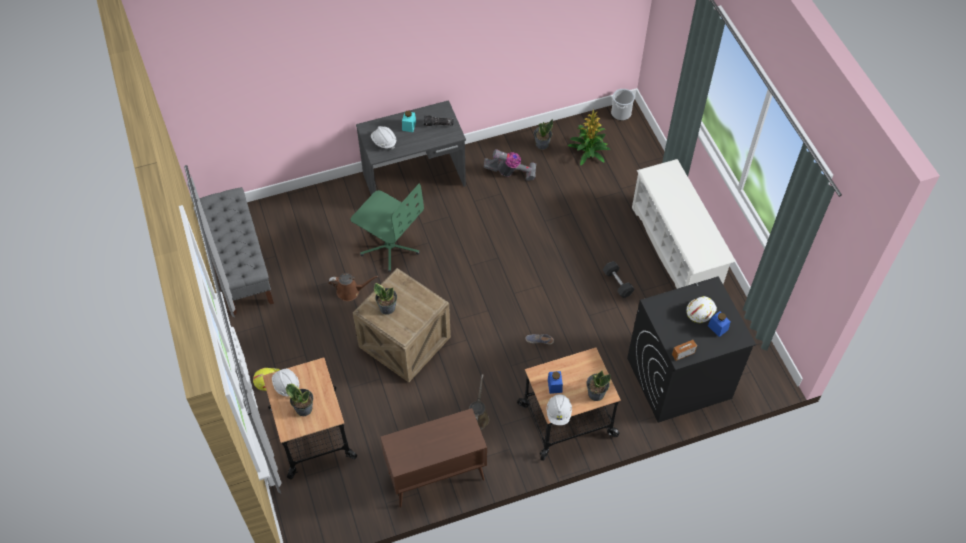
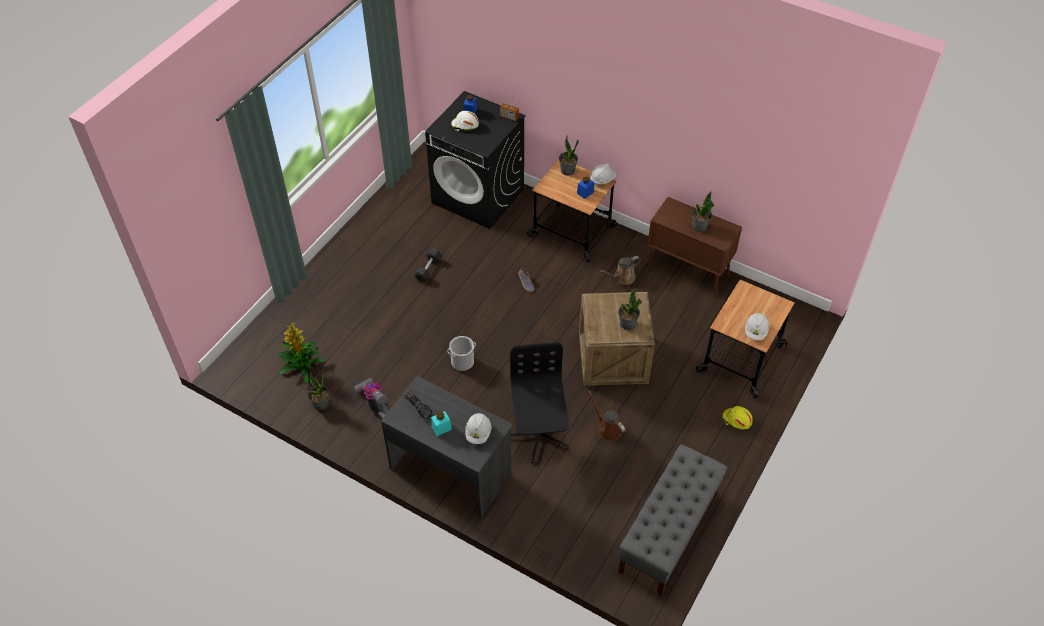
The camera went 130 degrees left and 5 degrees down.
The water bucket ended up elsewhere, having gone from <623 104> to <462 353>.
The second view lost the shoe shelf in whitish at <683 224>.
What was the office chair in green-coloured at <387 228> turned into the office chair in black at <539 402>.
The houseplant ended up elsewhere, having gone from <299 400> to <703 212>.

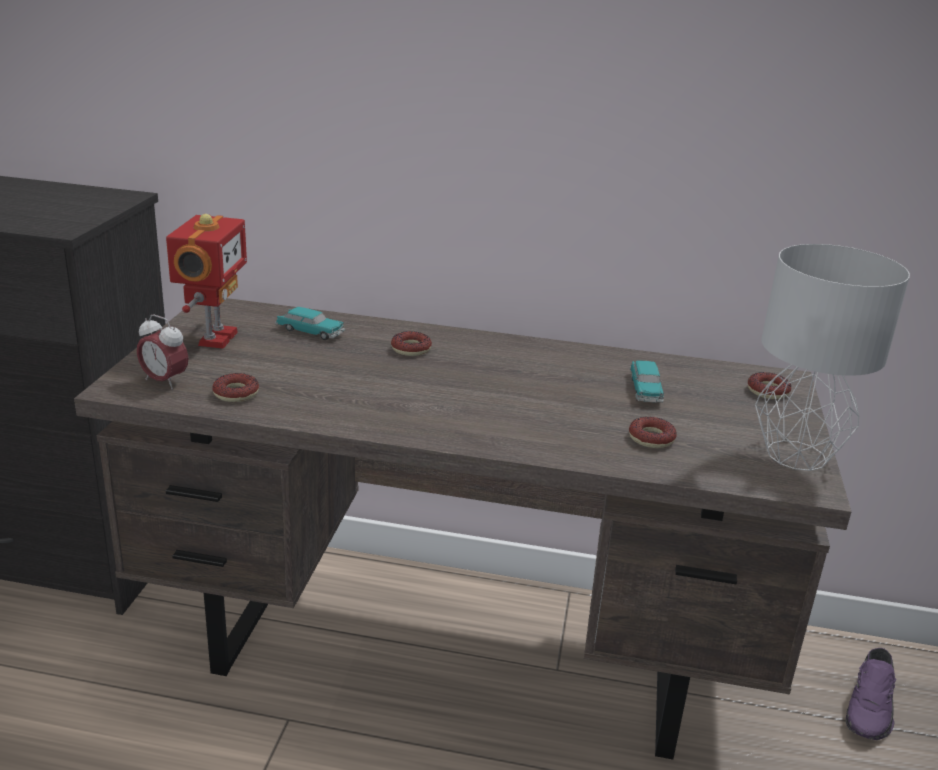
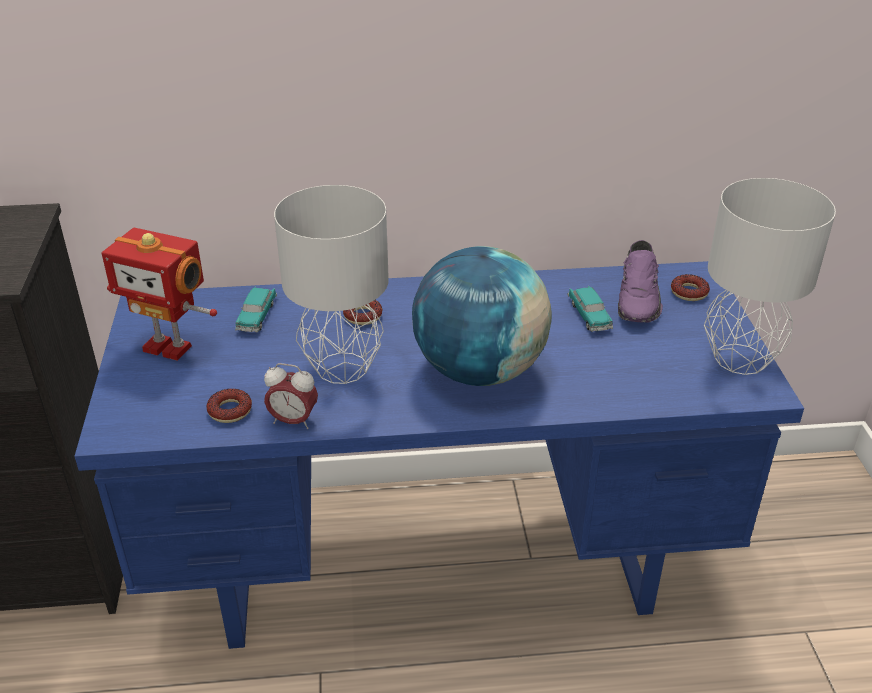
The camera went 15 degrees left and 10 degrees up.
The model robot at <206 281> ended up facing another way, 120 degrees clockwise from before.
What was the desk table in brown at <462 529> turned into the desk table in bluish at <439 455>.
The toy car at <310 323> ended up facing another way, 90 degrees clockwise from before.
The bedside clock ended up elsewhere, having gone from <163 352> to <291 396>.
The second view lost the donut at <653 432>.
The item of footwear in purplish ended up elsewhere, having gone from <871 694> to <640 281>.
The second view gained the tabletop lamp in grey at <331 284>.
The second view gained the desk globe at <482 316>.

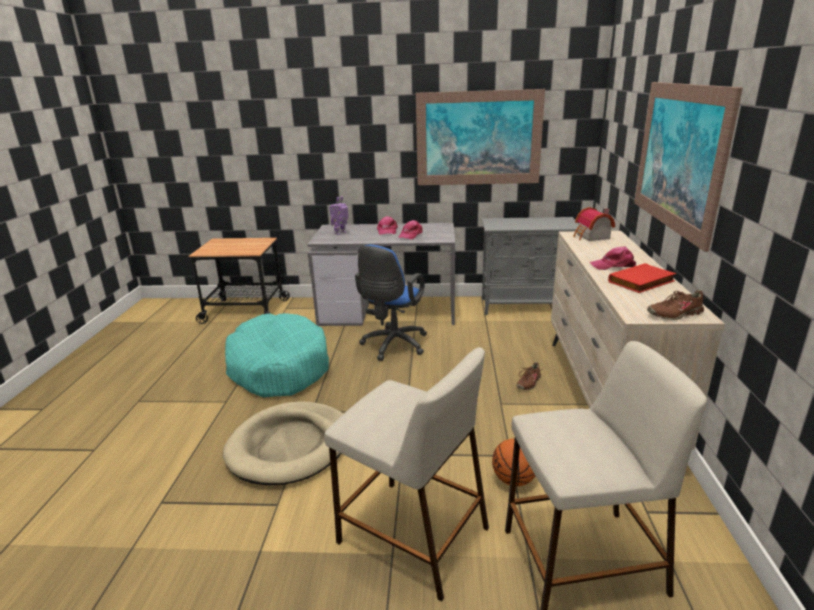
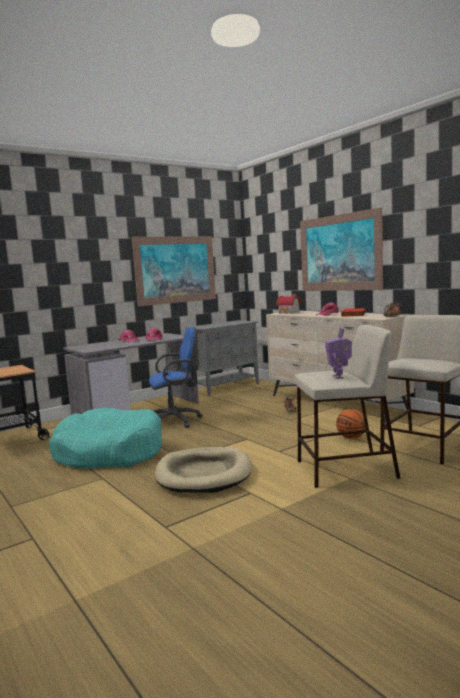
The camera went 40 degrees left and 15 degrees down.
The model robot ended up elsewhere, having gone from <338 215> to <338 353>.
The office chair in bluish at <391 303> ended up facing another way, 90 degrees counterclockwise from before.

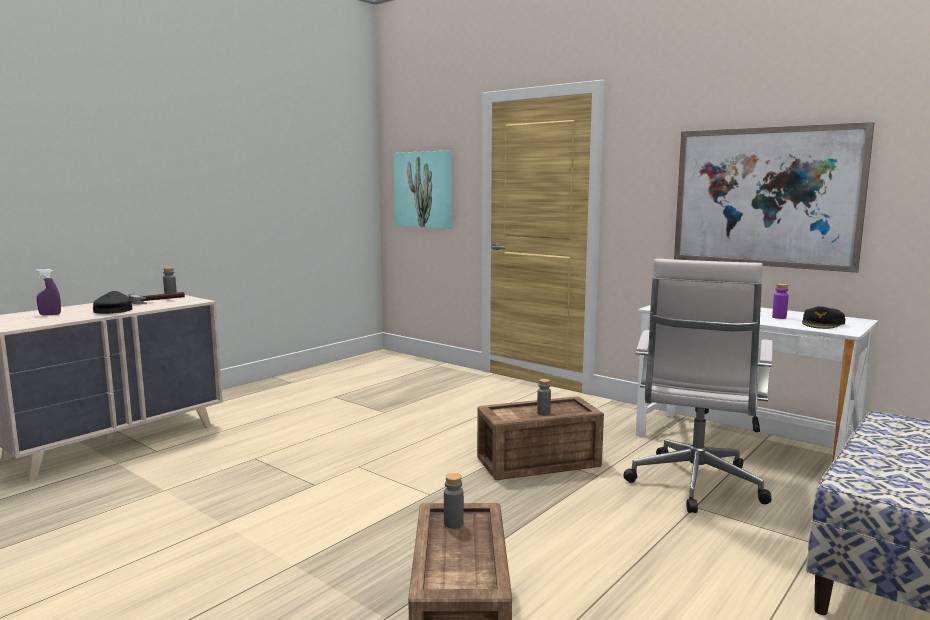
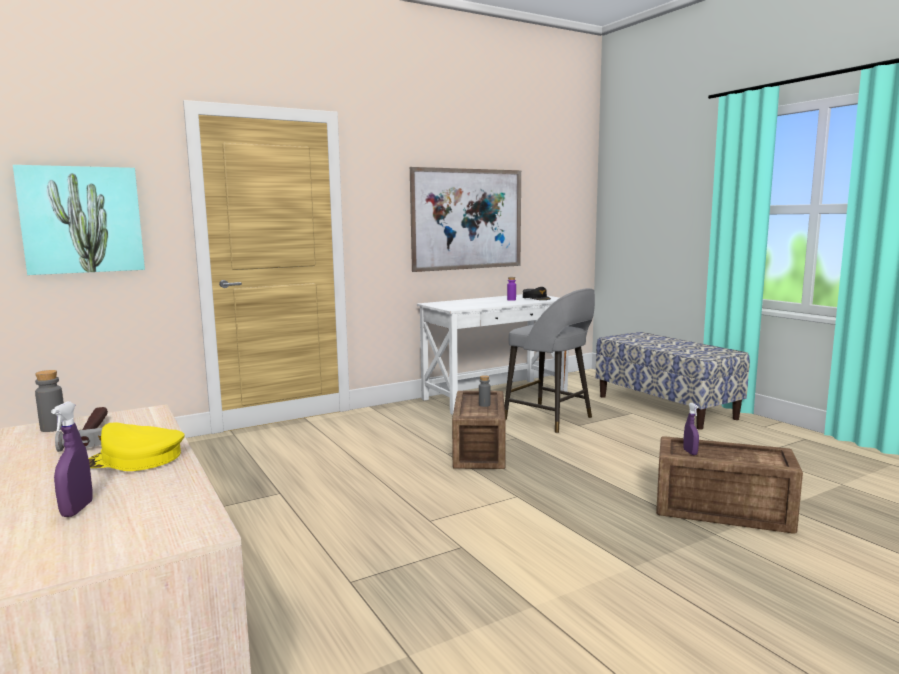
The camera went 70 degrees left and 0 degrees up.
Where the office chair in whitish stood at <698 386>, the stool in grey came to stand at <550 360>.
What was the peaked cap in black at <112 302> turned into the peaked cap in yellowish at <136 446>.
Where the bottle in grey stood at <454 501>, the hand sprayer in purplish came to stand at <691 429>.

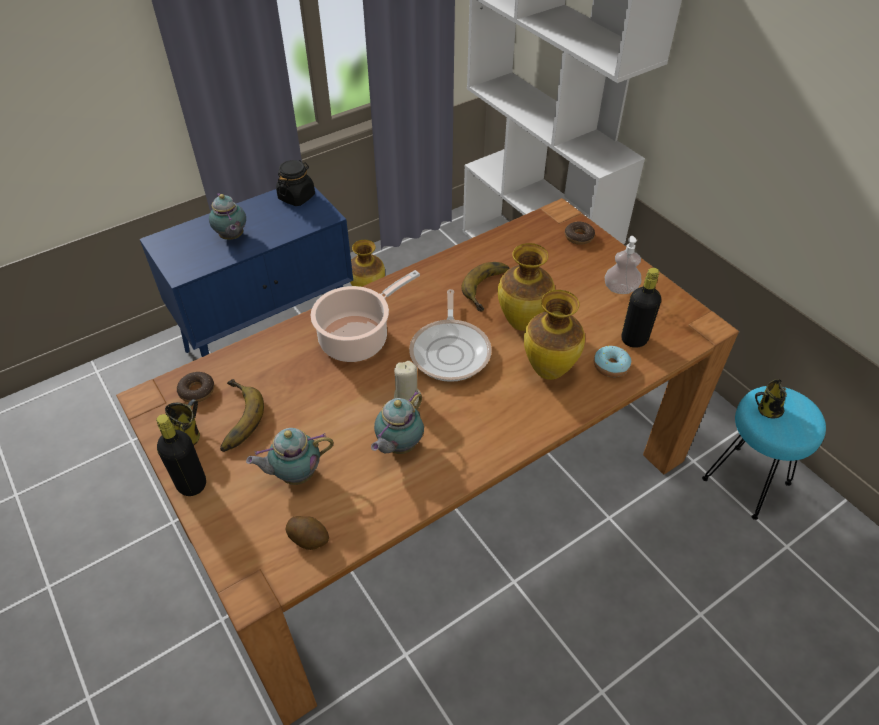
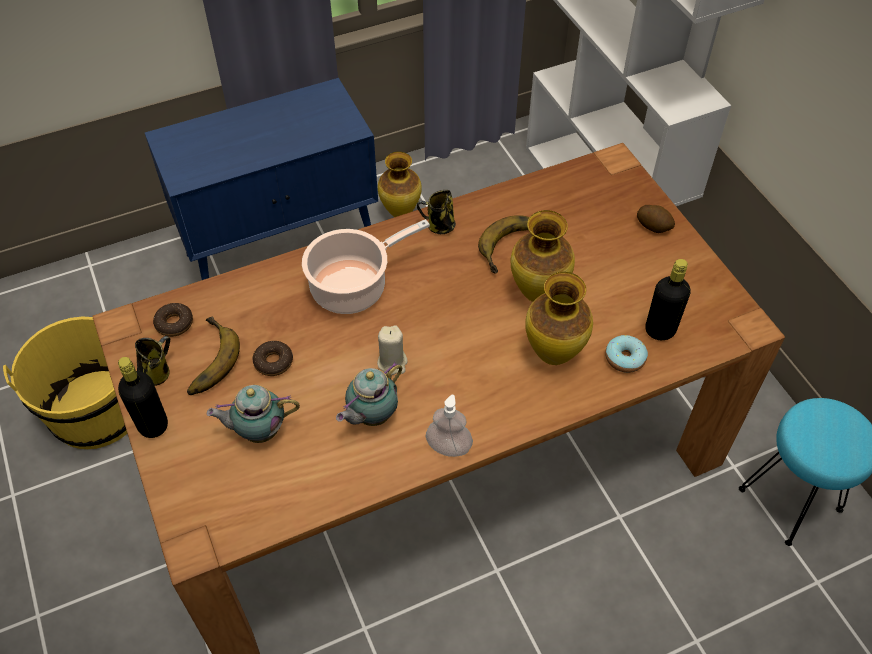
The camera went 10 degrees right and 5 degrees up.
The second view lost the jar in black at <295 183>.
The second view lost the tea pot at <227 216>.
The donut ended up elsewhere, having gone from <580 233> to <273 358>.
The liquid soap bottle ended up elsewhere, having gone from <623 265> to <449 426>.
The second view lost the skillet at <450 335>.
The tea mug ended up elsewhere, having gone from <771 399> to <436 212>.
The spud ended up elsewhere, having gone from <307 533> to <656 219>.
The second view gained the water bucket in yellowish at <65 382>.

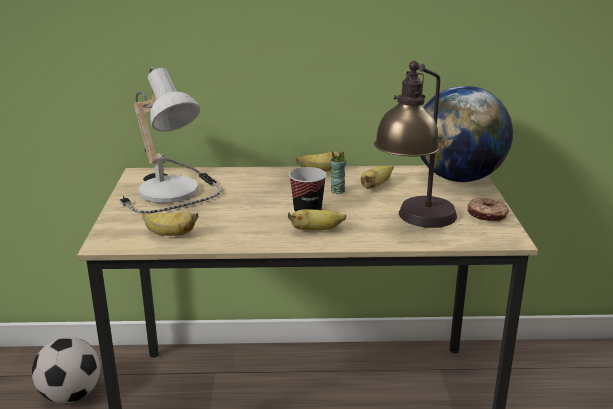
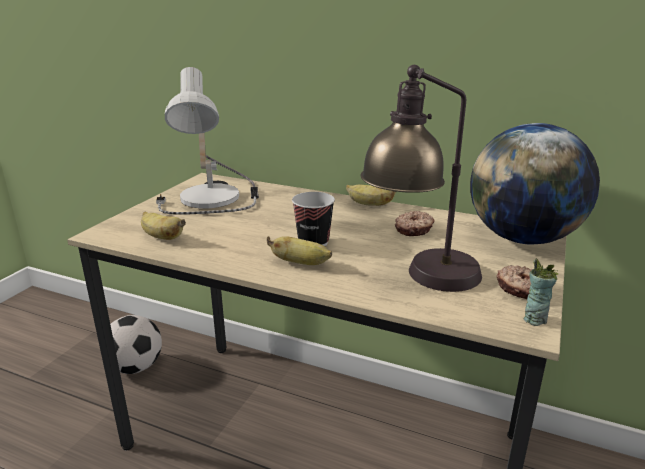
The camera went 25 degrees right and 0 degrees up.
The drinking cup ended up elsewhere, having gone from <338 172> to <541 292>.
Where the banana stood at <377 177>, the donut came to stand at <415 223>.

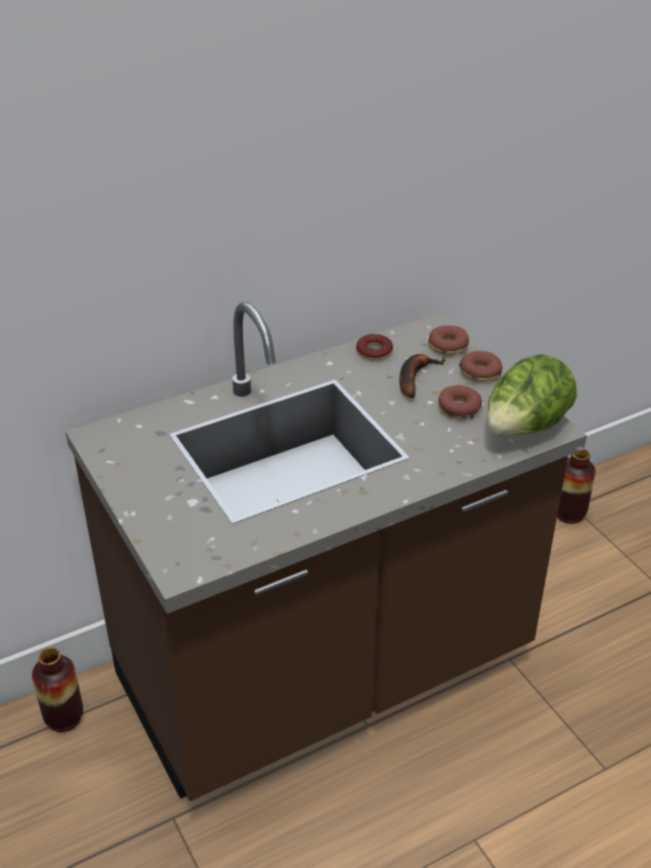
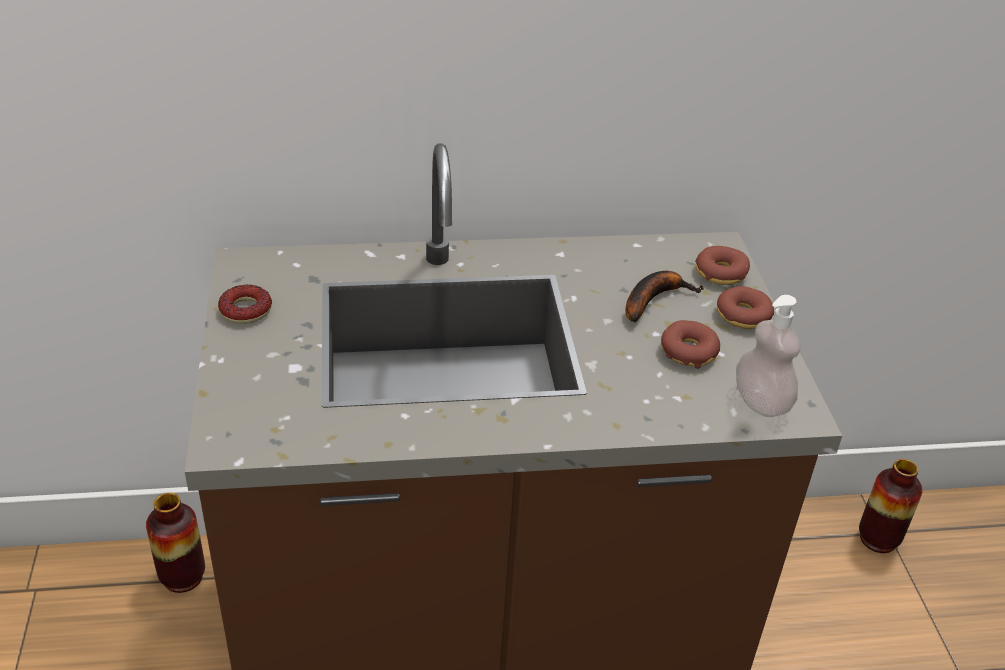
The camera went 20 degrees right and 0 degrees up.
The donut ended up elsewhere, having gone from <374 347> to <245 304>.
Where the lettuce head stood at <532 394>, the liquid soap bottle came to stand at <768 356>.

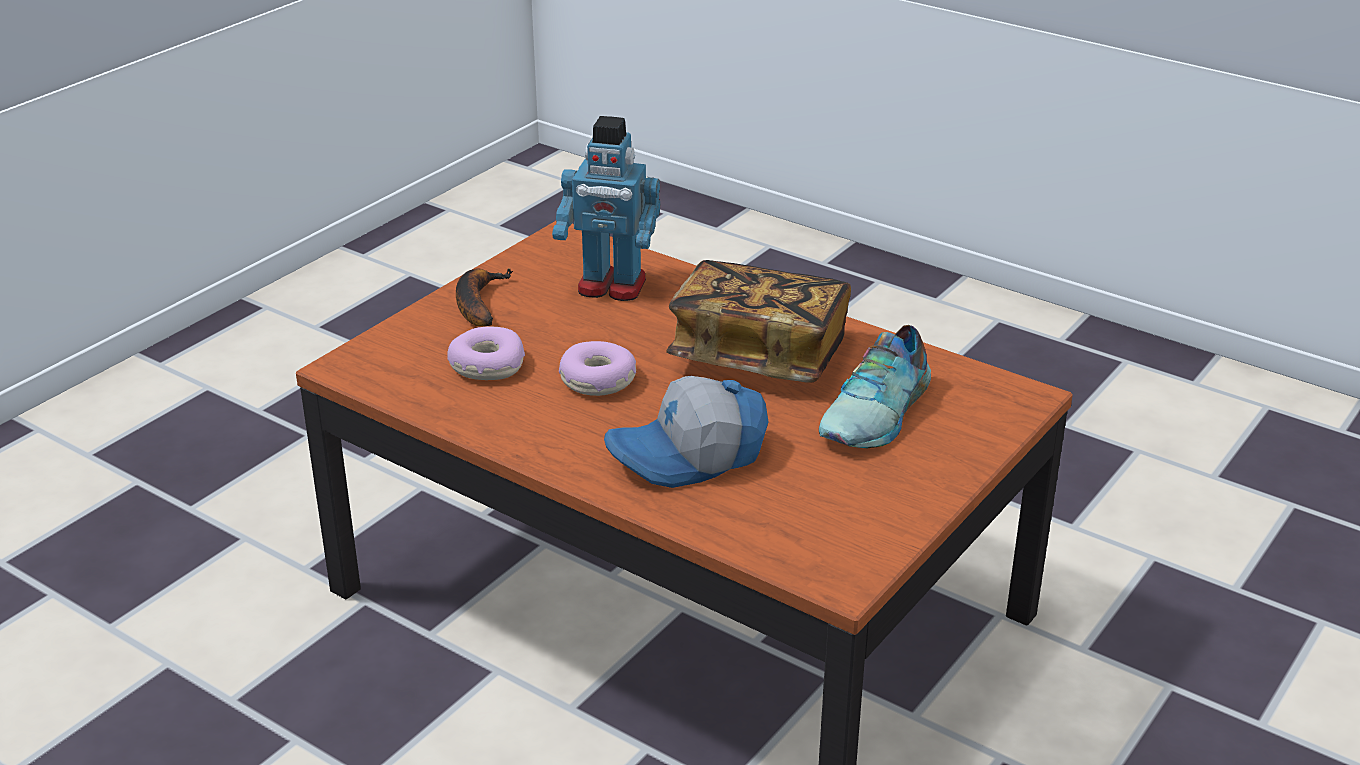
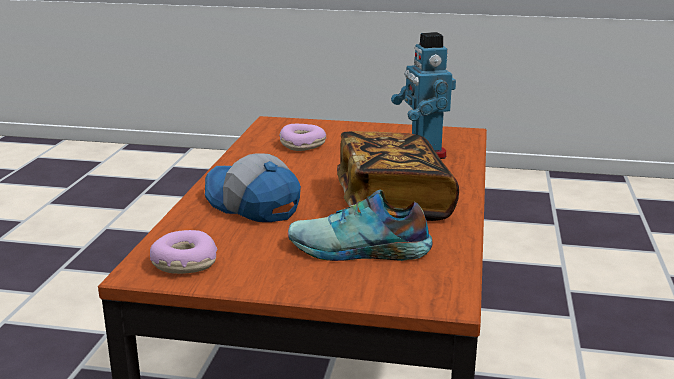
The camera went 65 degrees right and 10 degrees down.
The second view lost the banana at <484 297>.
The donut ended up elsewhere, having gone from <597 368> to <184 252>.

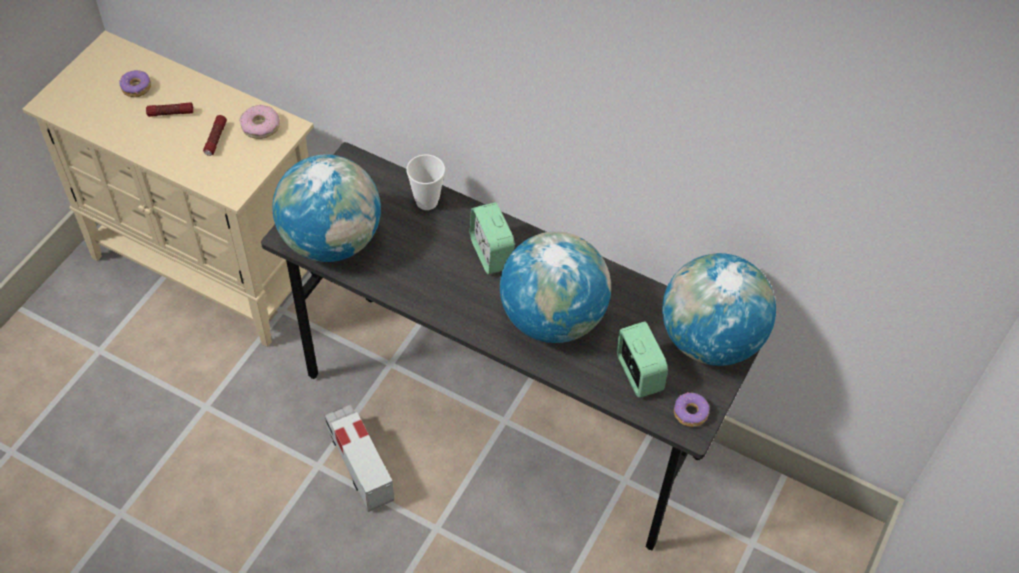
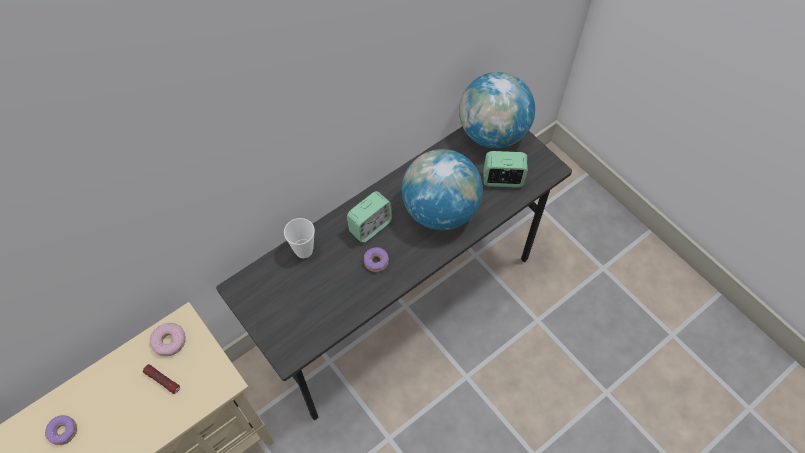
The camera went 65 degrees left and 5 degrees up.
The second view lost the flashlight at <169 109>.
The second view lost the desk globe at <326 208>.
The bedside clock at <492 238> ended up facing another way, 45 degrees counterclockwise from before.
The donut ended up elsewhere, having gone from <692 409> to <376 259>.
The second view lost the toy truck at <359 458>.

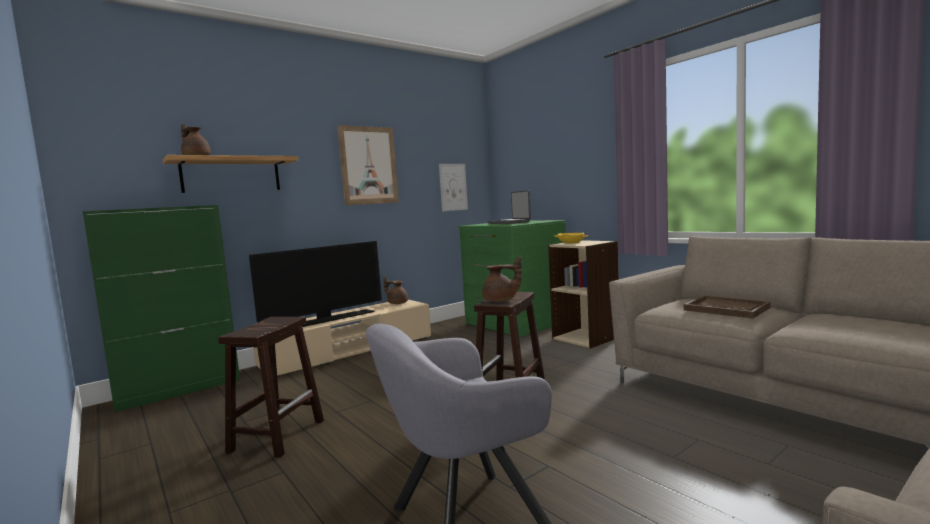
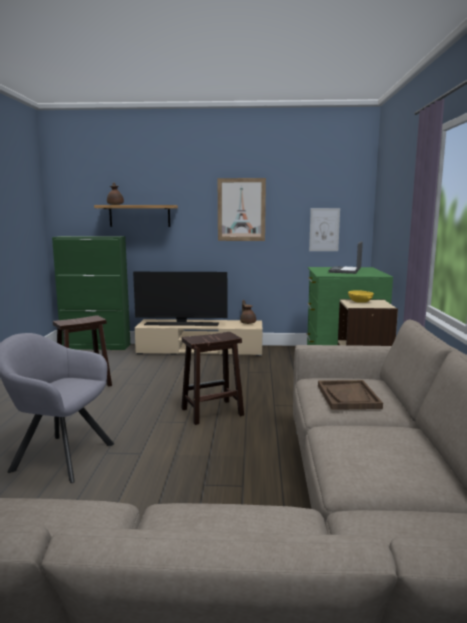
The camera went 40 degrees right and 5 degrees up.
The second view lost the tea pot in brown at <502 279>.

